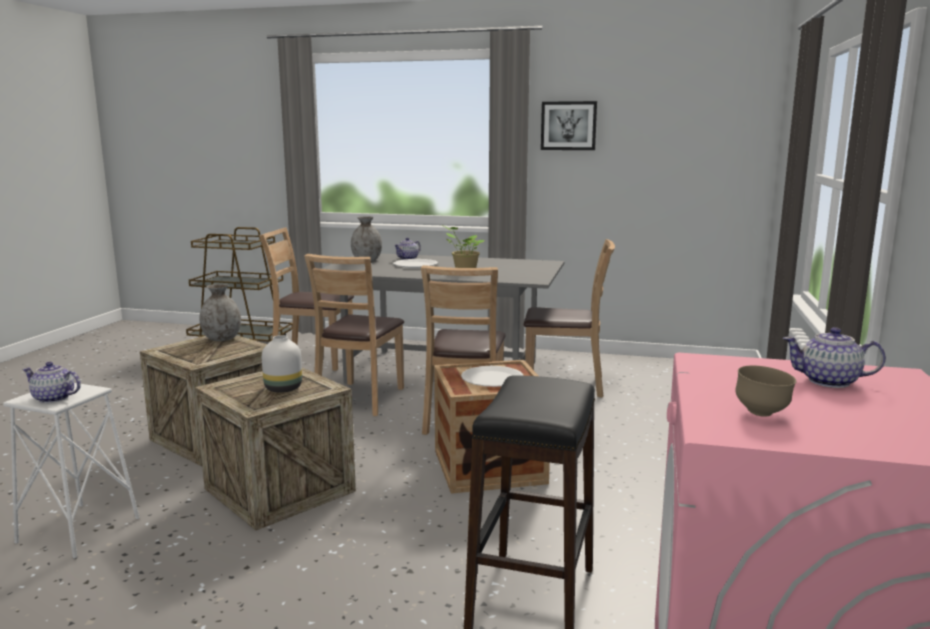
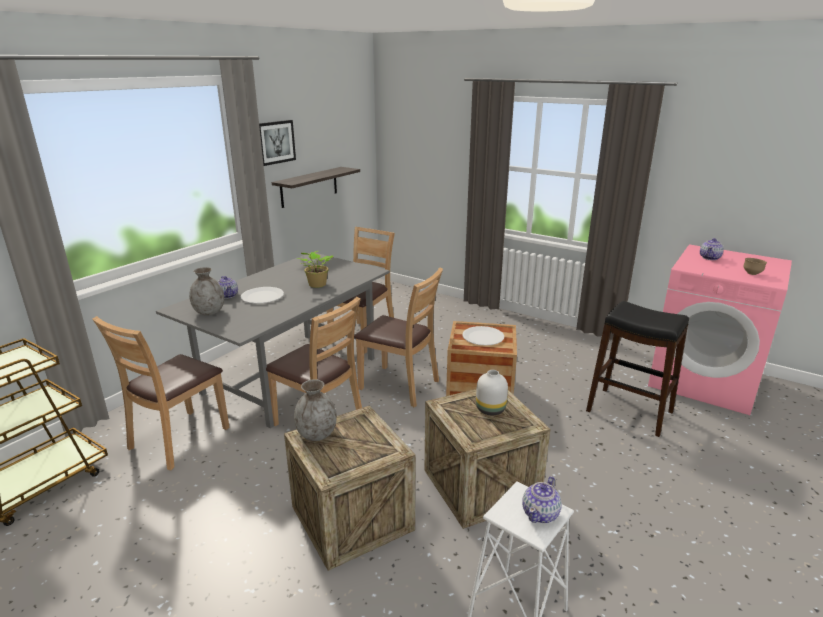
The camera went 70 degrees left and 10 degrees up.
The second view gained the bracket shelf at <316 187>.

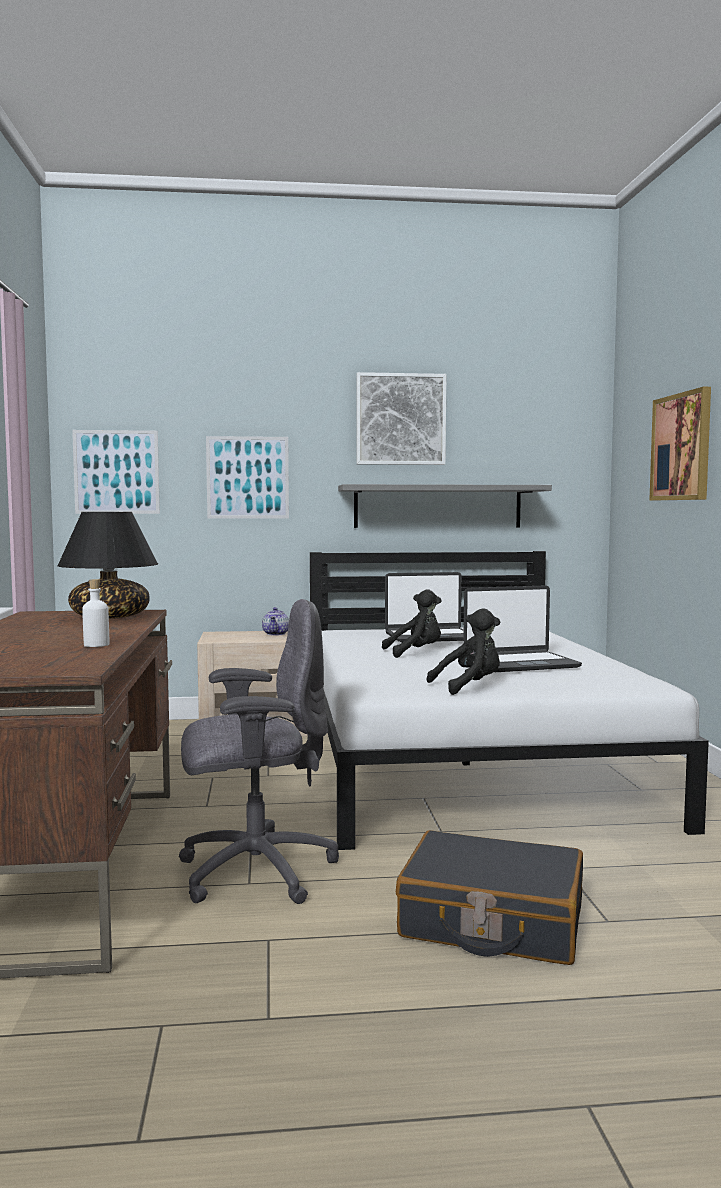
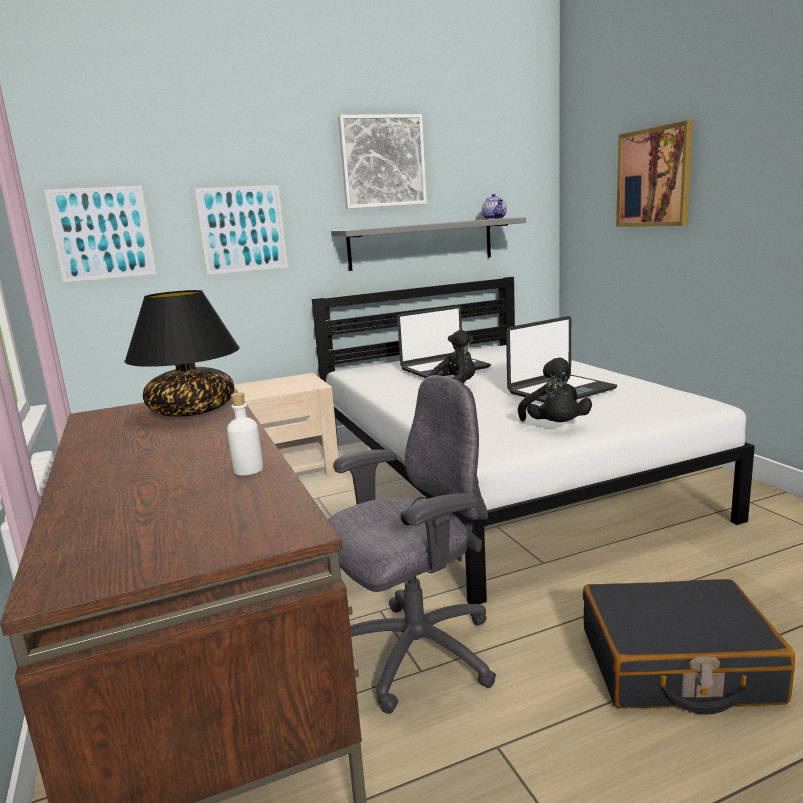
The camera went 15 degrees left and 10 degrees up.
The tea pot ended up elsewhere, having gone from <275 621> to <494 207>.
The soft toy in black at <463 651> ended up facing another way, 120 degrees clockwise from before.

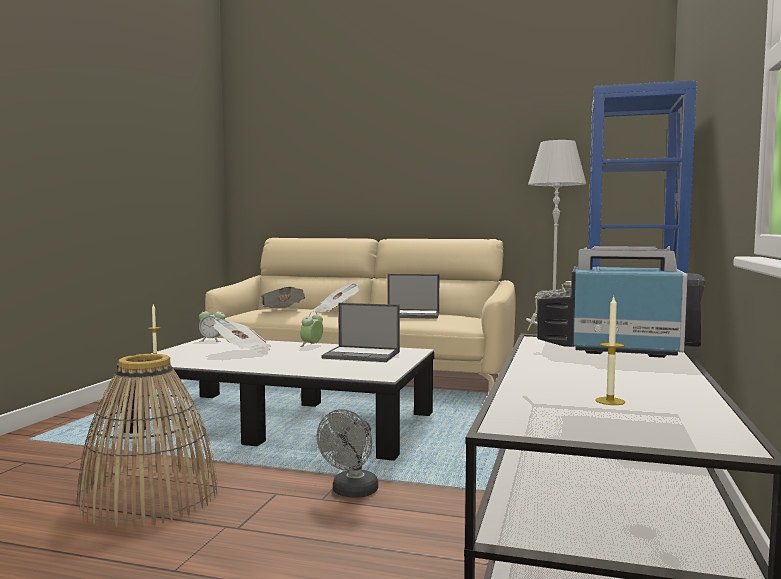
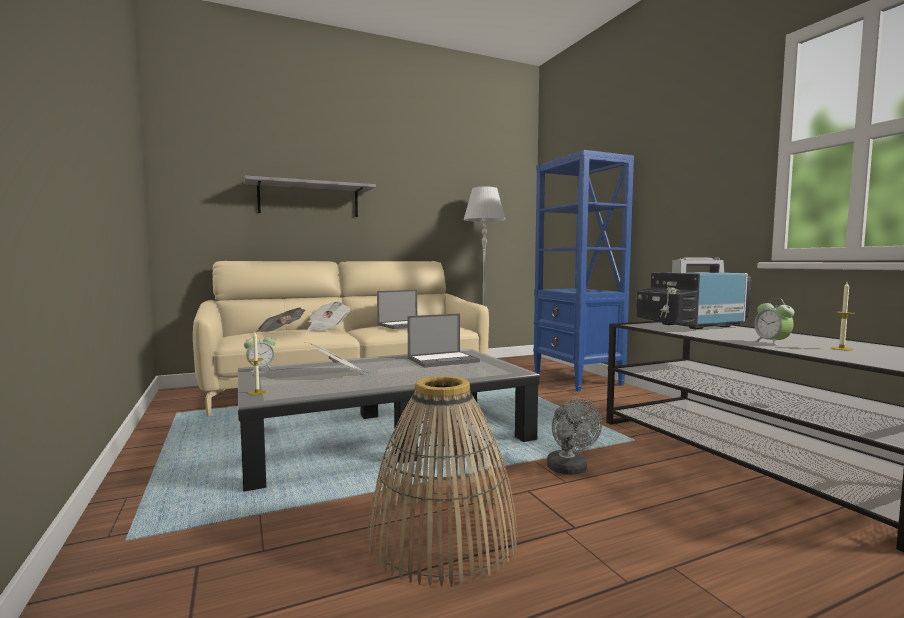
The camera went 40 degrees left and 0 degrees up.
The bedside clock ended up elsewhere, having gone from <311 329> to <774 322>.
The second view gained the bracket shelf in grey at <310 196>.

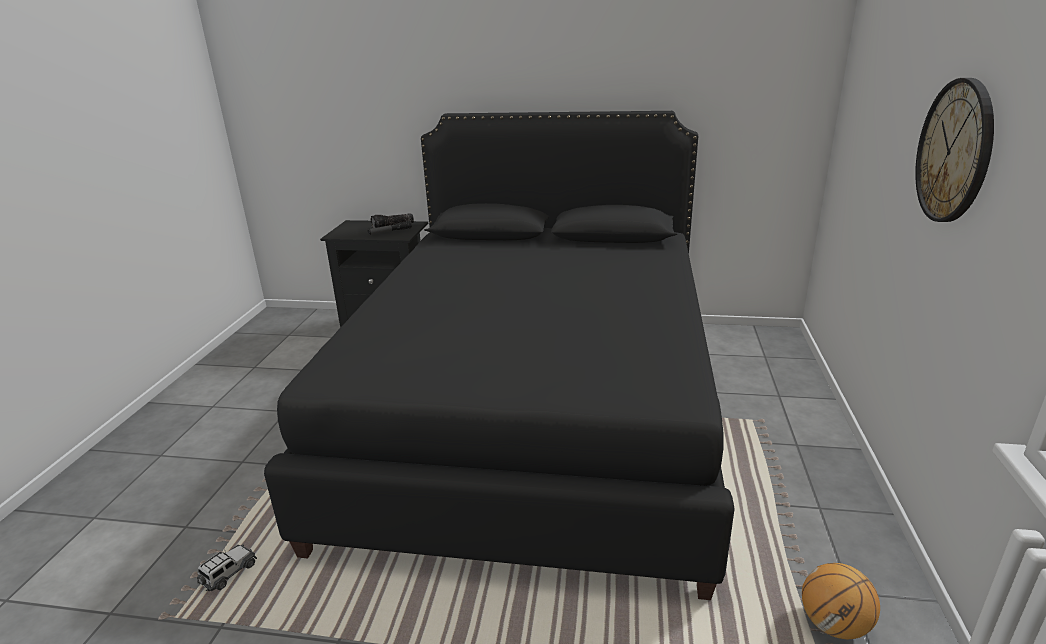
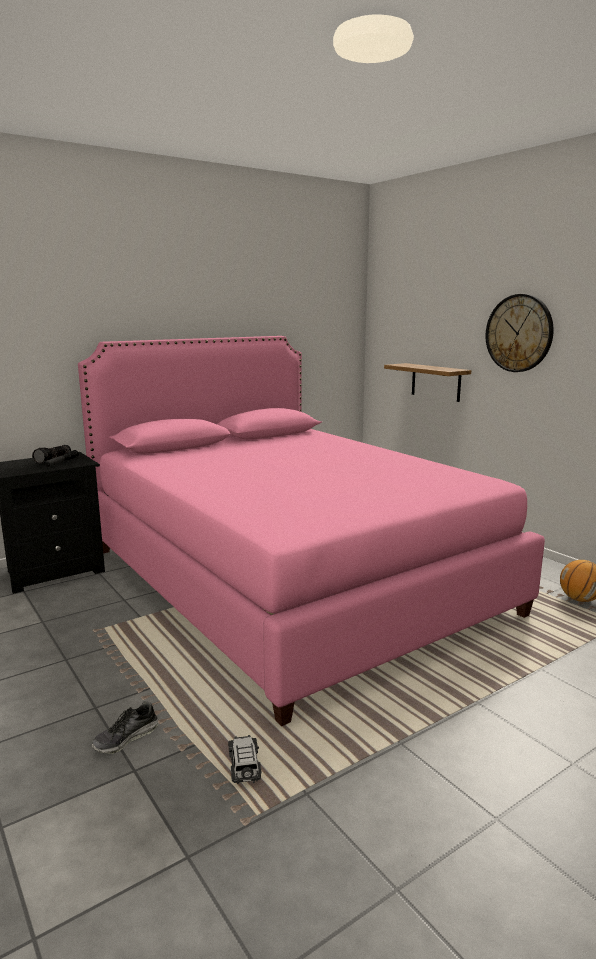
The camera went 45 degrees left and 10 degrees down.
What was the bedroom bed in black at <499 355> turned into the bedroom bed in pink-coloured at <311 531>.
The second view gained the bracket shelf at <427 382>.
The second view gained the item of footwear at <125 727>.

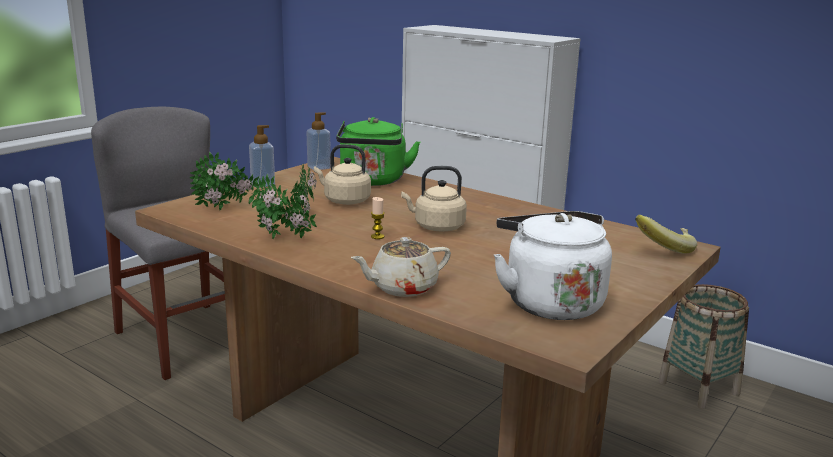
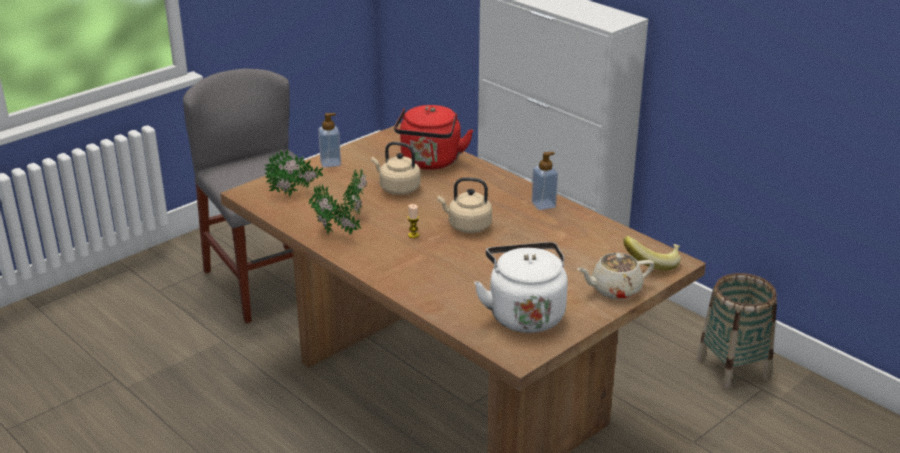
The camera went 10 degrees right and 10 degrees up.
The liquid soap bottle ended up elsewhere, having gone from <319 141> to <545 181>.
What was the tea kettle in green-coloured at <378 151> turned into the tea kettle in reddish at <433 137>.
The tea pot in sand-coloured ended up elsewhere, having gone from <401 267> to <616 276>.

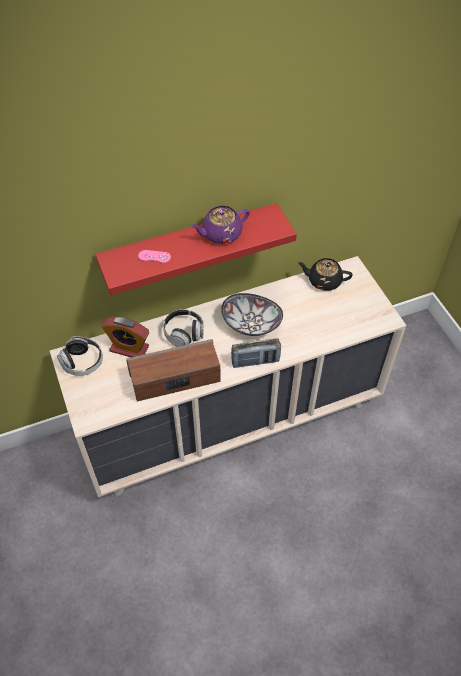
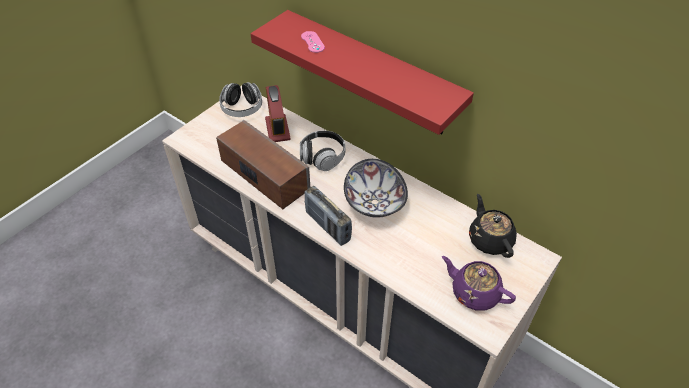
The camera went 60 degrees right and 5 degrees down.
The tea pot in purplish ended up elsewhere, having gone from <220 225> to <479 283>.

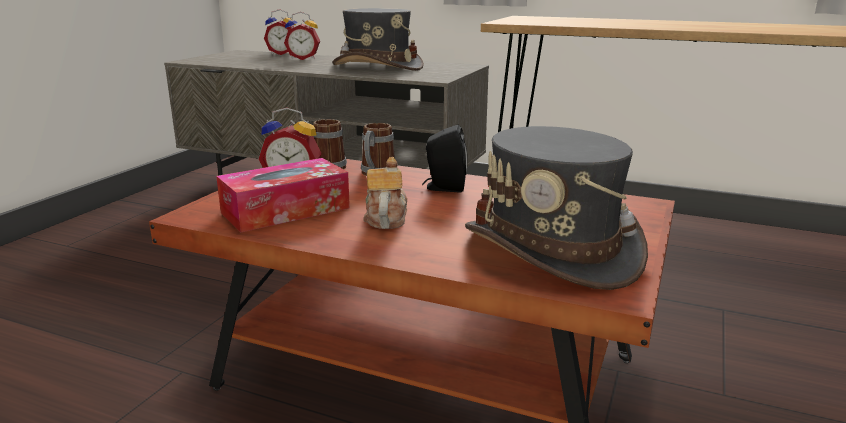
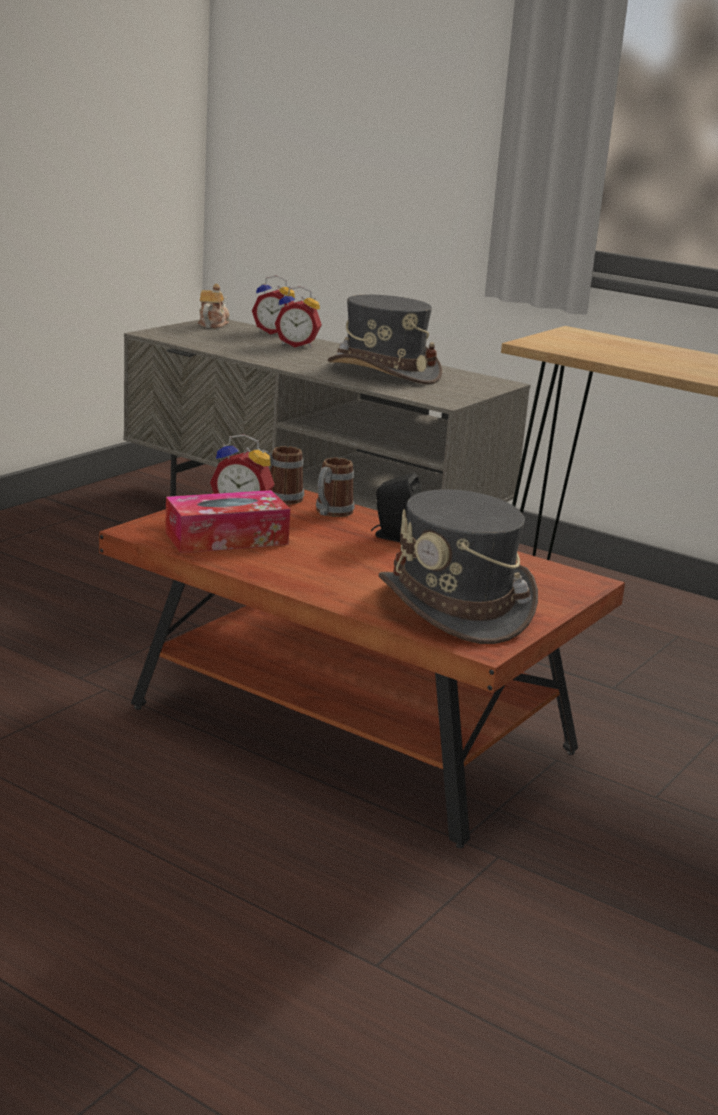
The camera went 10 degrees right and 0 degrees up.
The tea pot ended up elsewhere, having gone from <385 193> to <213 306>.

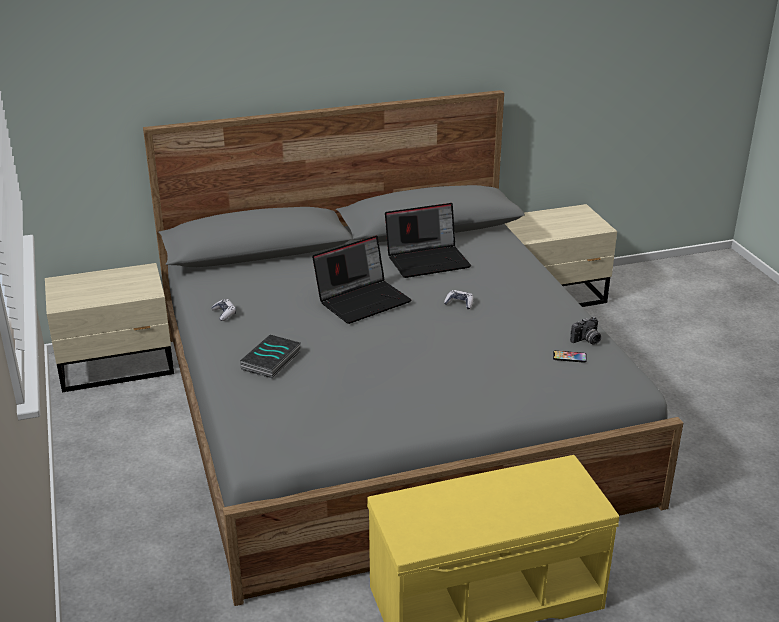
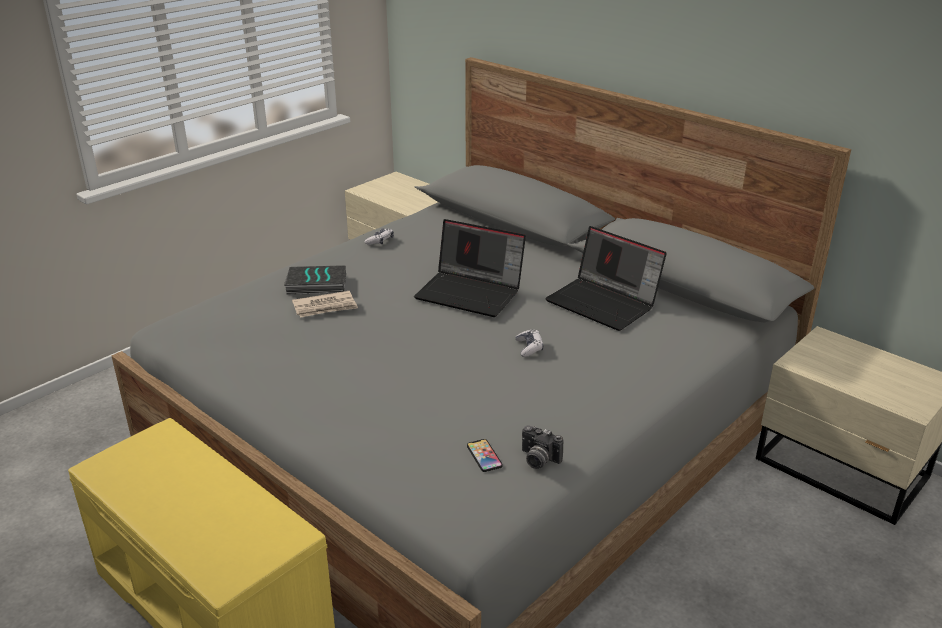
The camera went 60 degrees right and 0 degrees up.
The second view gained the daily paper at <325 304>.

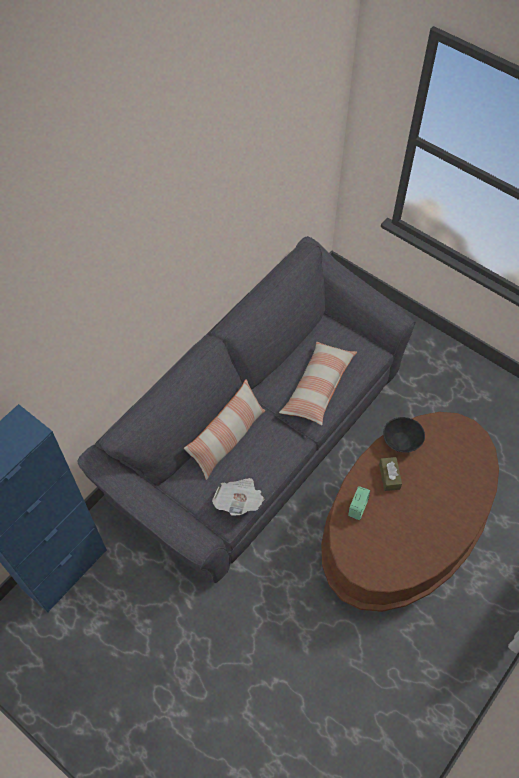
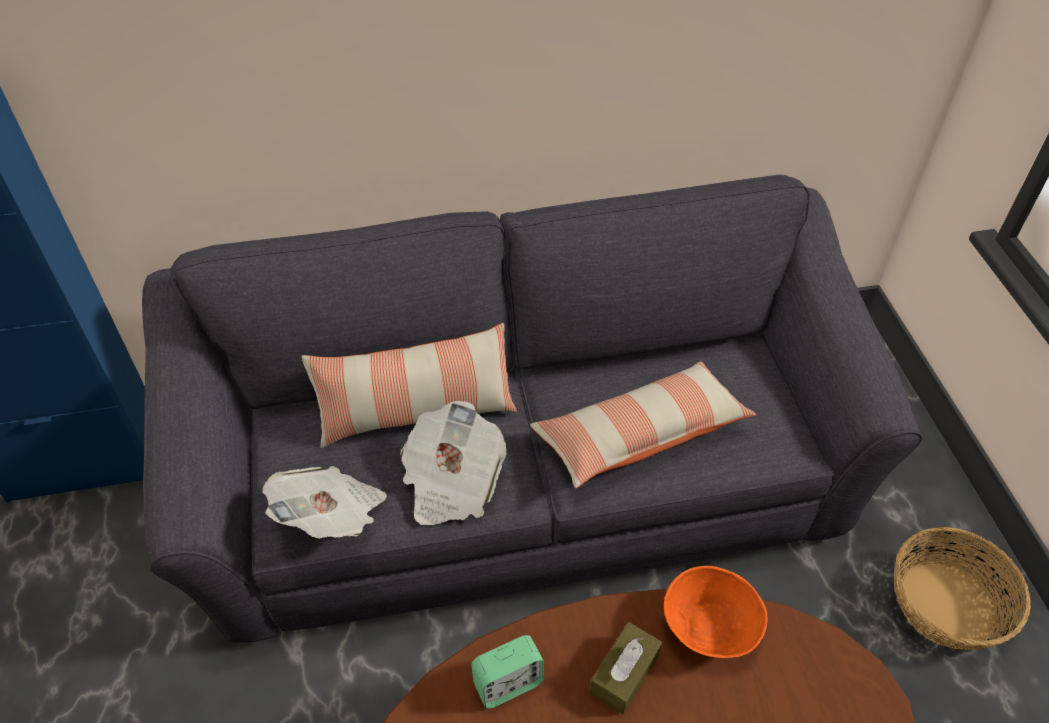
The camera went 40 degrees right and 10 degrees down.
What was the deep dish in black at <404 435> turned into the deep dish in orangey at <716 612>.
The second view gained the daily paper at <453 463>.
The second view gained the household basket at <962 588>.

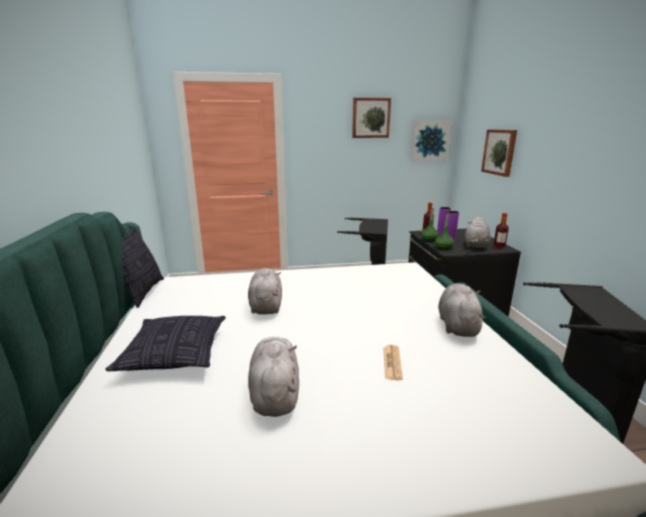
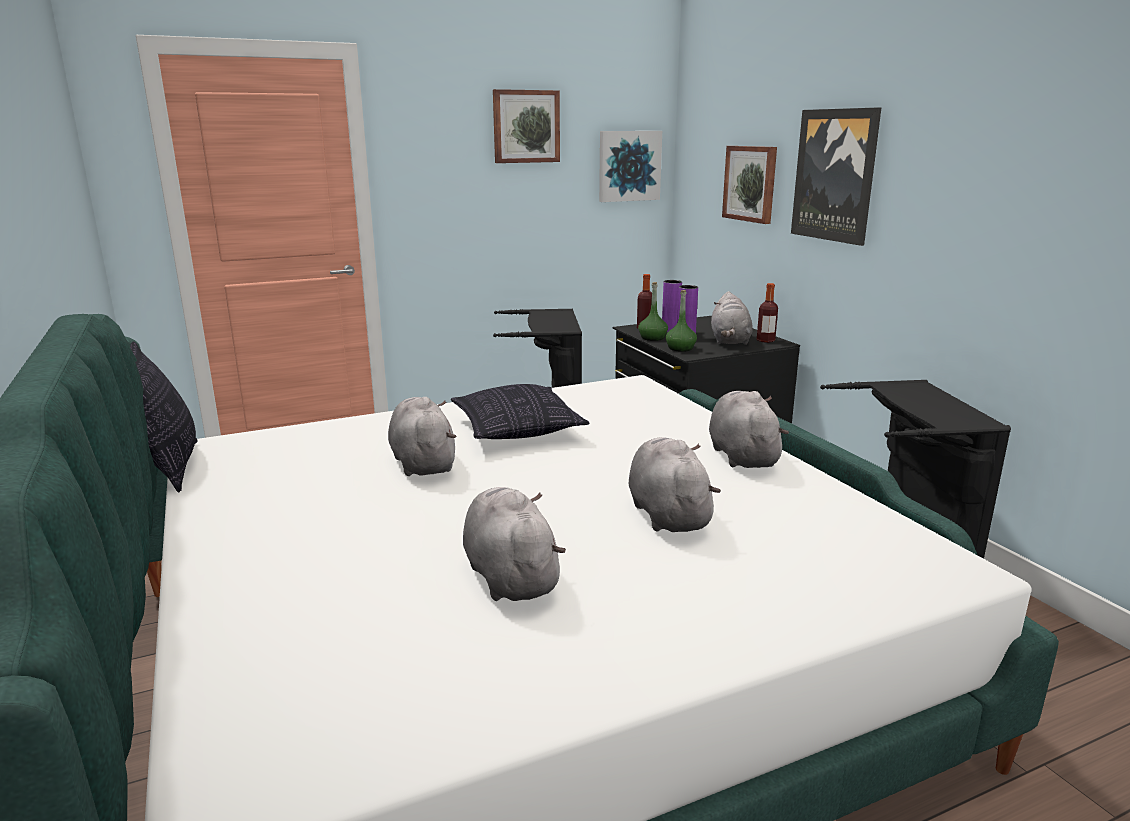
The camera went 15 degrees left and 0 degrees up.
The throw pillow ended up elsewhere, having gone from <165 343> to <520 411>.
Where the daily paper stood at <393 362>, the soft toy in grey came to stand at <675 484>.
The second view gained the wall art at <836 176>.

